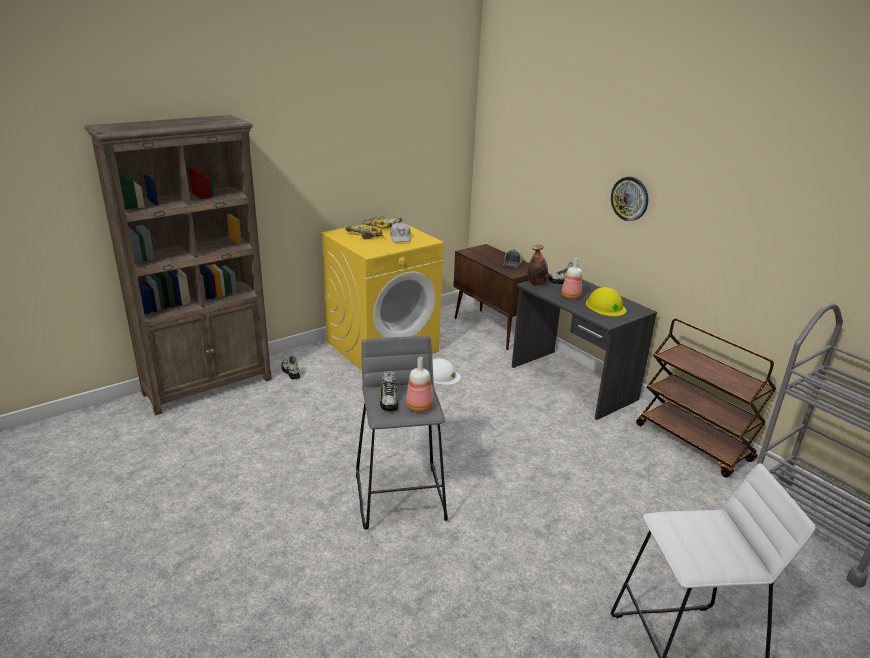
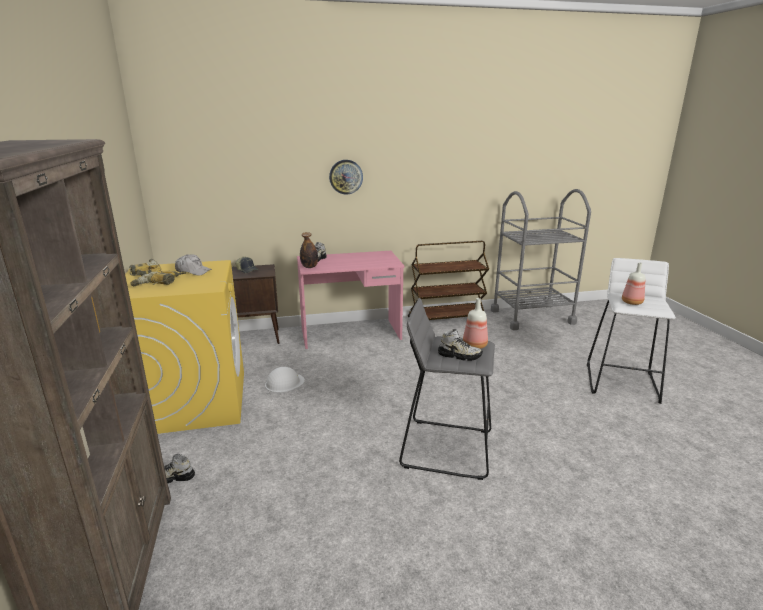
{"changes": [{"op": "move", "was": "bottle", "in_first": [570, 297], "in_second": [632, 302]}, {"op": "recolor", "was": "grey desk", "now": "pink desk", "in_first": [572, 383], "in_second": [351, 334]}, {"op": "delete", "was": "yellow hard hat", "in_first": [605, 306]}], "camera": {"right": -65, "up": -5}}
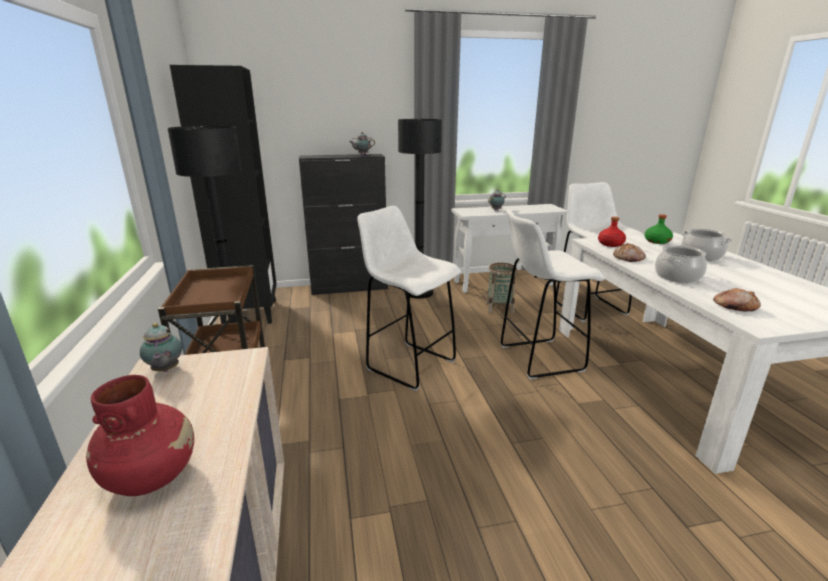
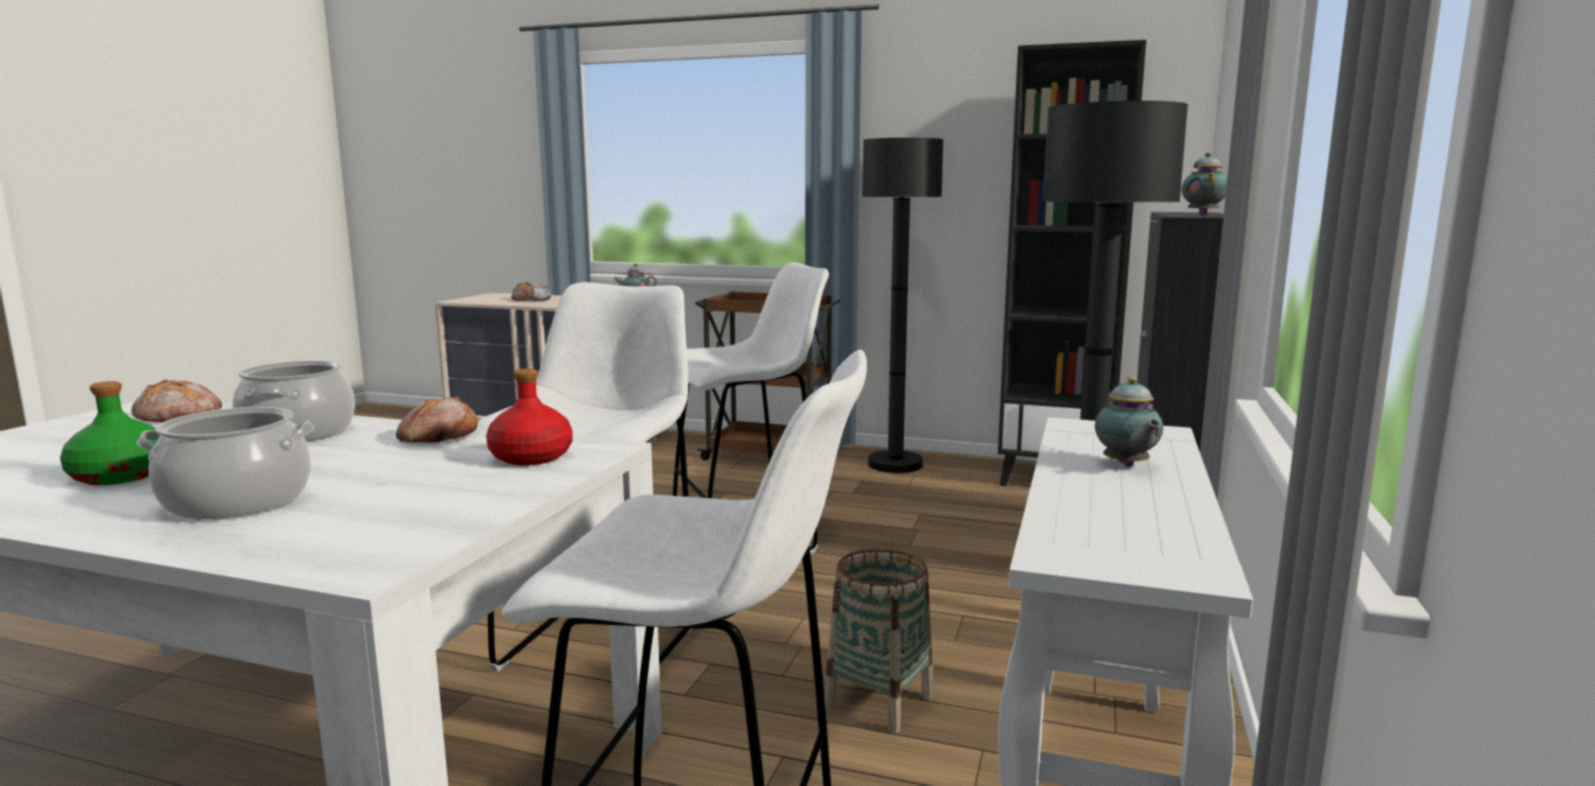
{"changes": [{"op": "move", "was": "green bottle", "in_first": [656, 241], "in_second": [122, 476]}, {"op": "replace", "was": "red vase", "now": "bread", "in_first": [152, 475], "in_second": [531, 299]}], "camera": {"right": 120, "up": -10}}
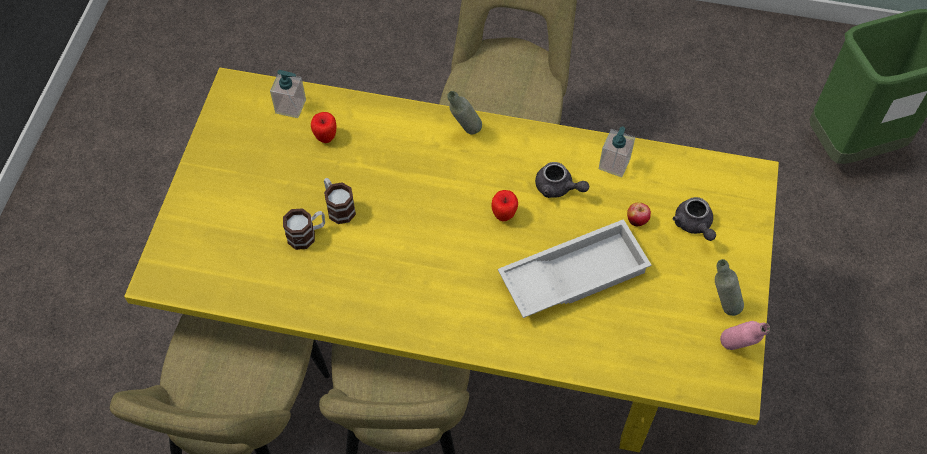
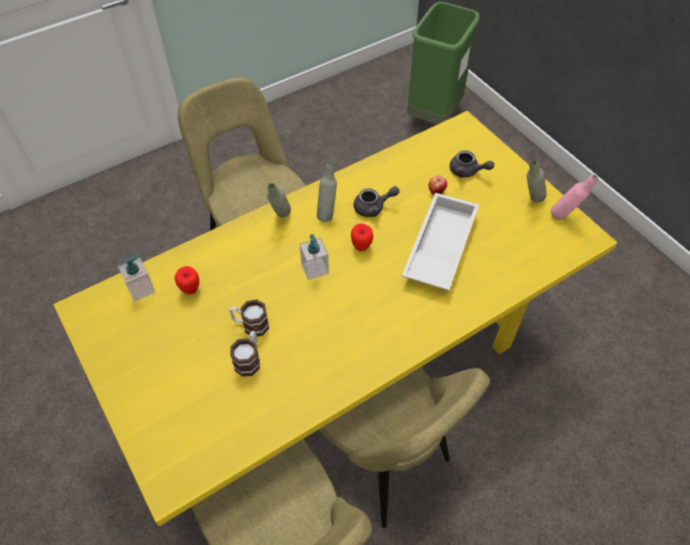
{"changes": [{"op": "move", "was": "soap dispenser", "in_first": [614, 164], "in_second": [315, 269]}, {"op": "insert", "now": "grey bottle", "in_second": [327, 213]}], "camera": {"right": -45, "up": -5}}
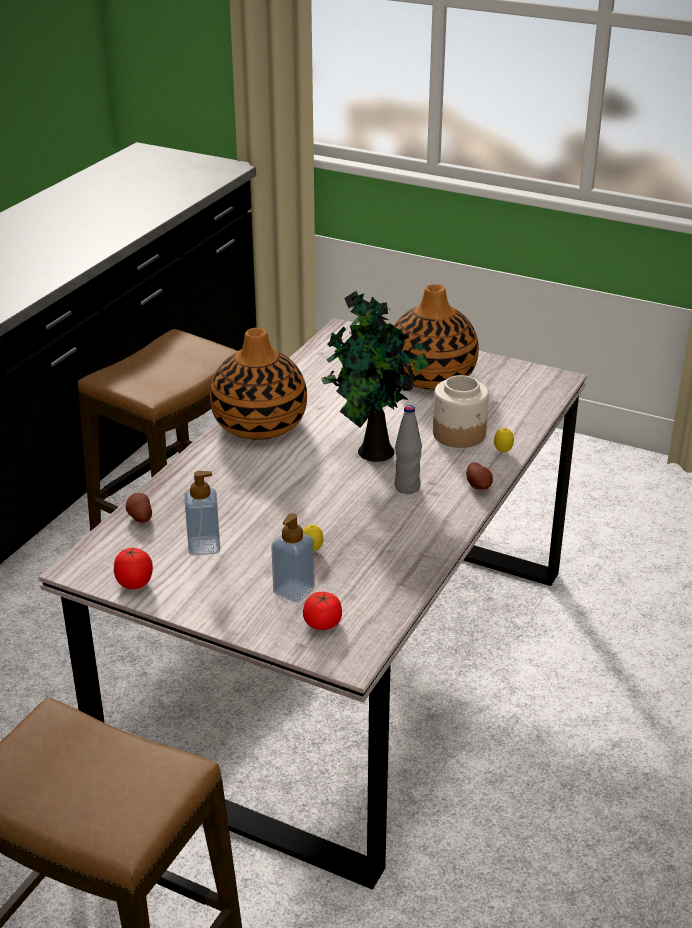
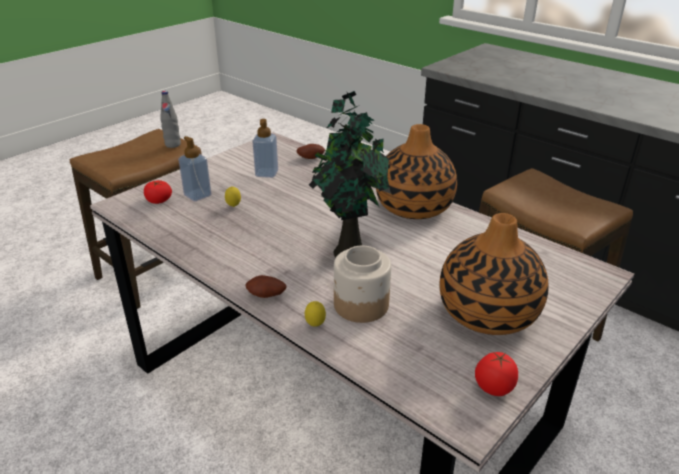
{"changes": [{"op": "move", "was": "grey bottle", "in_first": [407, 487], "in_second": [173, 145]}, {"op": "move", "was": "tomato", "in_first": [135, 585], "in_second": [493, 388]}], "camera": {"right": 105, "up": 0}}
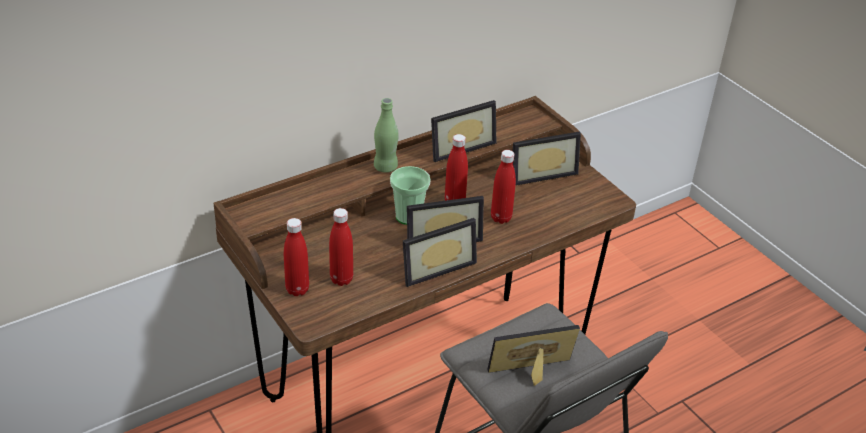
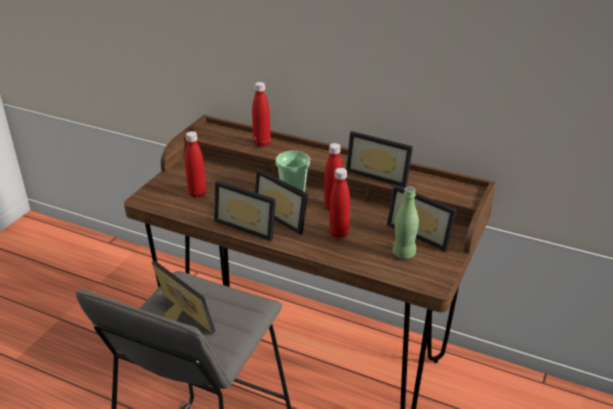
{"changes": [{"op": "move", "was": "green bottle", "in_first": [385, 167], "in_second": [403, 253]}, {"op": "move", "was": "red bottle", "in_first": [297, 289], "in_second": [262, 143]}], "camera": {"right": 60, "up": -5}}
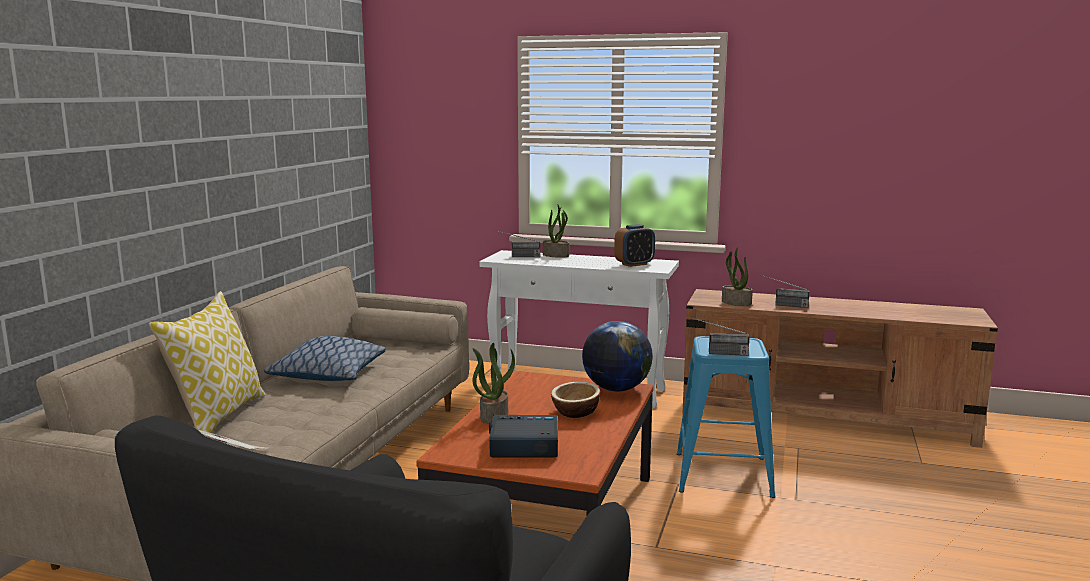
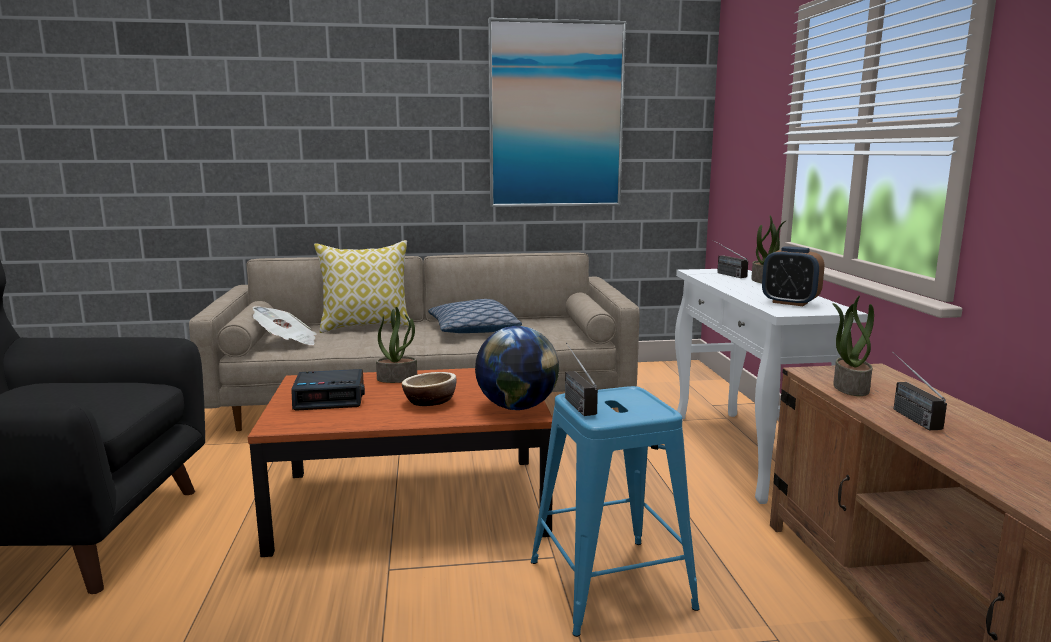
{"changes": [{"op": "rotate", "was": "alarm clock", "in_first": [523, 445], "in_second": [330, 398], "clockwise": 105}, {"op": "insert", "now": "picture", "in_second": [556, 115]}], "camera": {"right": 65, "up": 0}}
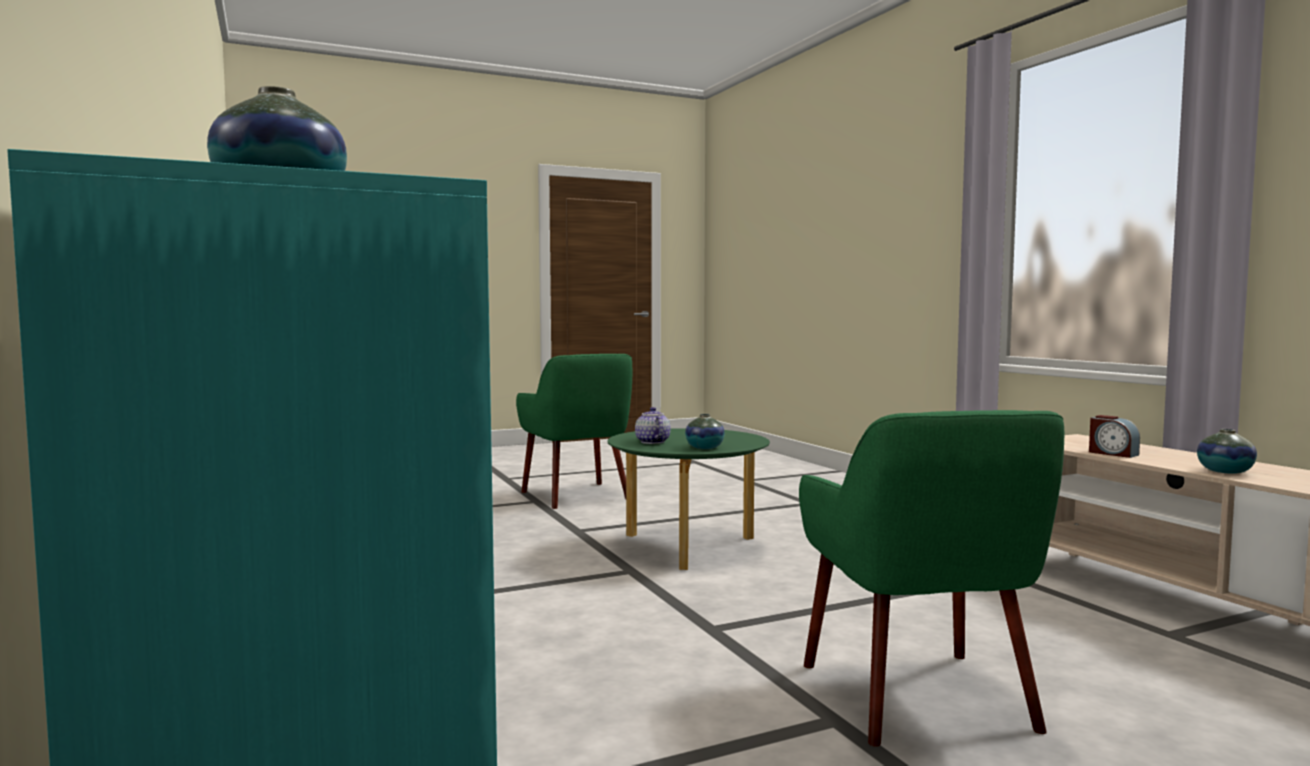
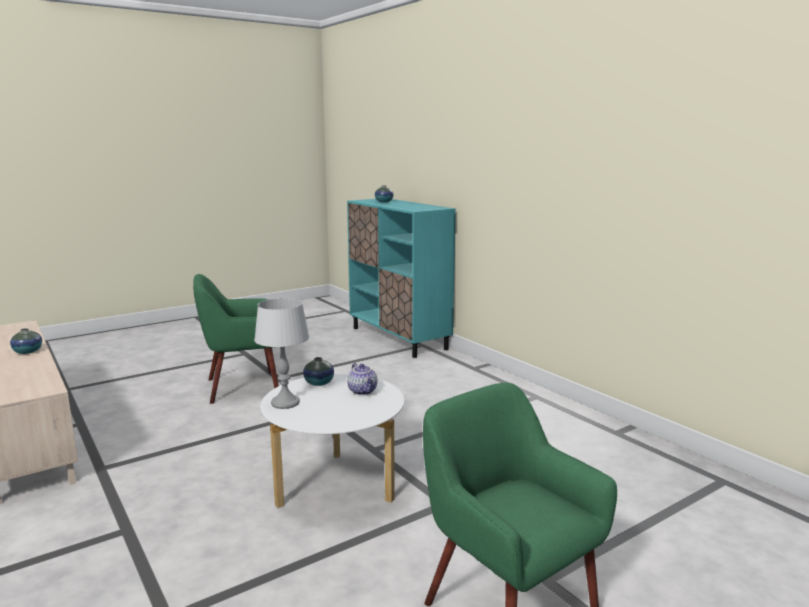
{"changes": [{"op": "rotate", "was": "green armchair", "in_first": [919, 697], "in_second": [242, 387], "clockwise": -90}, {"op": "delete", "was": "alarm clock", "in_first": [1112, 453]}, {"op": "recolor", "was": "green coffee table", "now": "white coffee table", "in_first": [687, 546], "in_second": [335, 485]}, {"op": "insert", "now": "grey table lamp", "in_second": [285, 403]}], "camera": {"right": 170, "up": 10}}
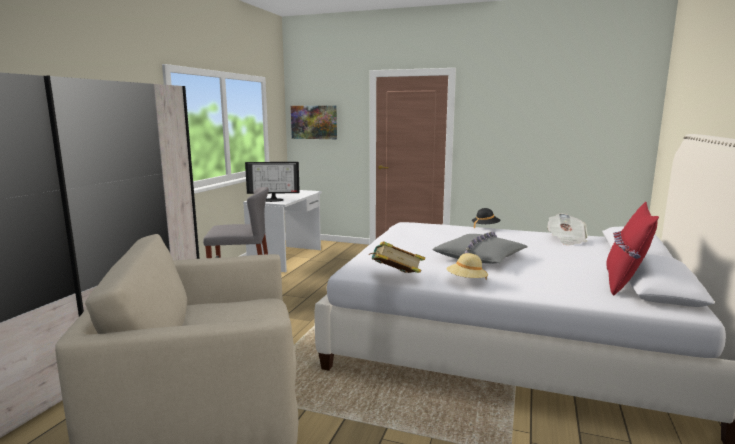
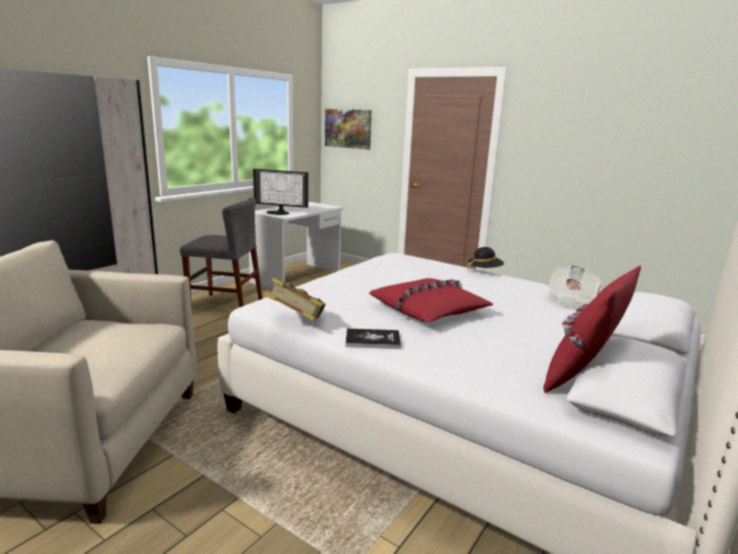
{"changes": [{"op": "recolor", "was": "grey pillow", "now": "red pillow", "in_first": [480, 257], "in_second": [429, 310]}, {"op": "replace", "was": "beige hat", "now": "book", "in_first": [466, 281], "in_second": [372, 340]}], "camera": {"right": 15, "up": 5}}
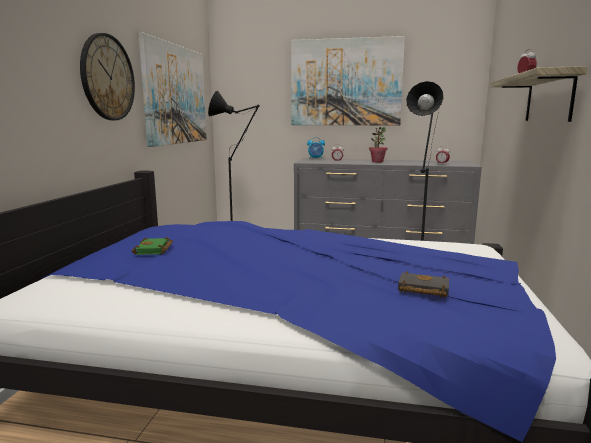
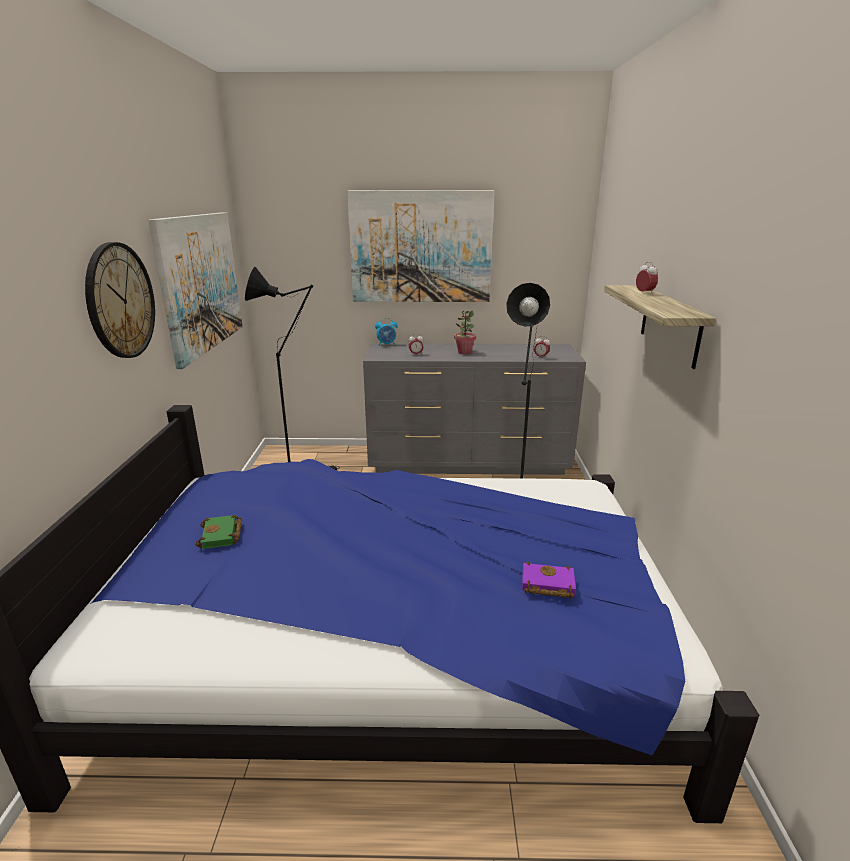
{"changes": [{"op": "recolor", "was": "black book", "now": "purple book", "in_first": [421, 289], "in_second": [546, 585]}], "camera": {"right": -10, "up": 10}}
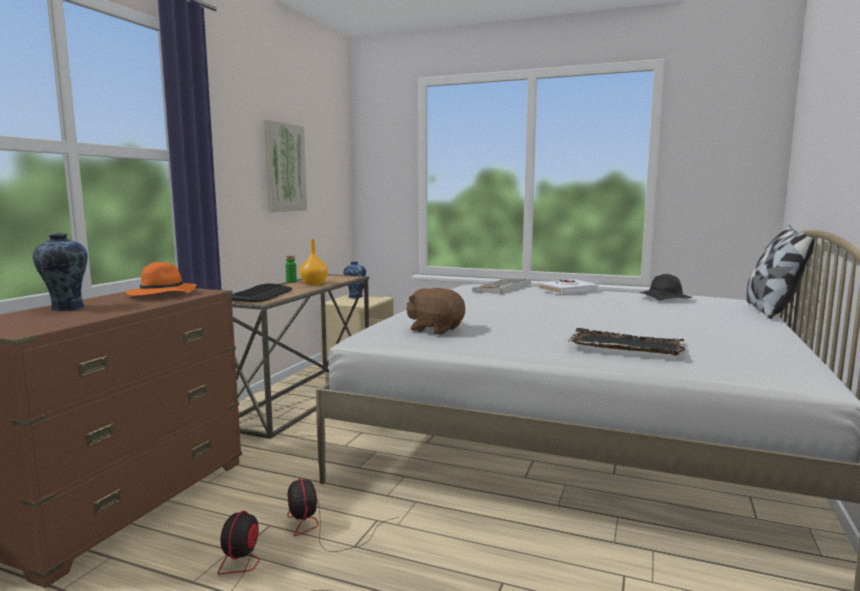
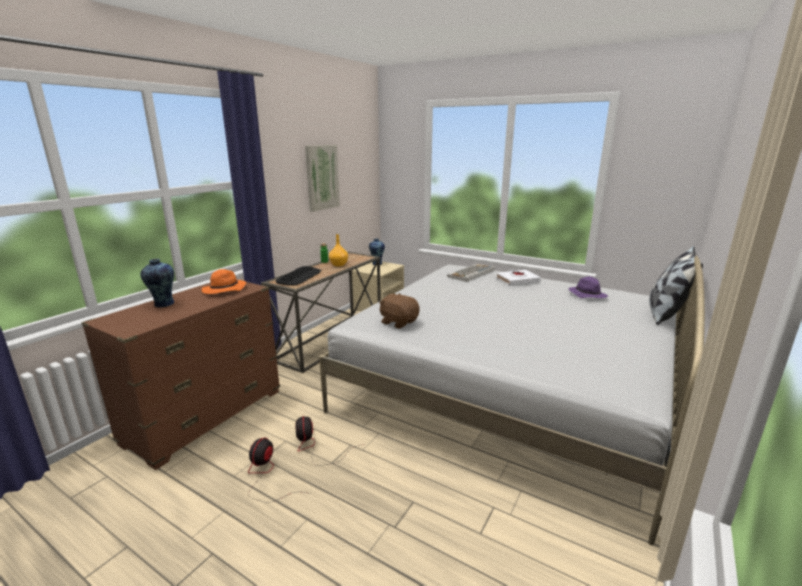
{"changes": [{"op": "recolor", "was": "black hat", "now": "purple hat", "in_first": [664, 299], "in_second": [586, 295]}, {"op": "delete", "was": "black tray", "in_first": [625, 345]}], "camera": {"right": 10, "up": 10}}
